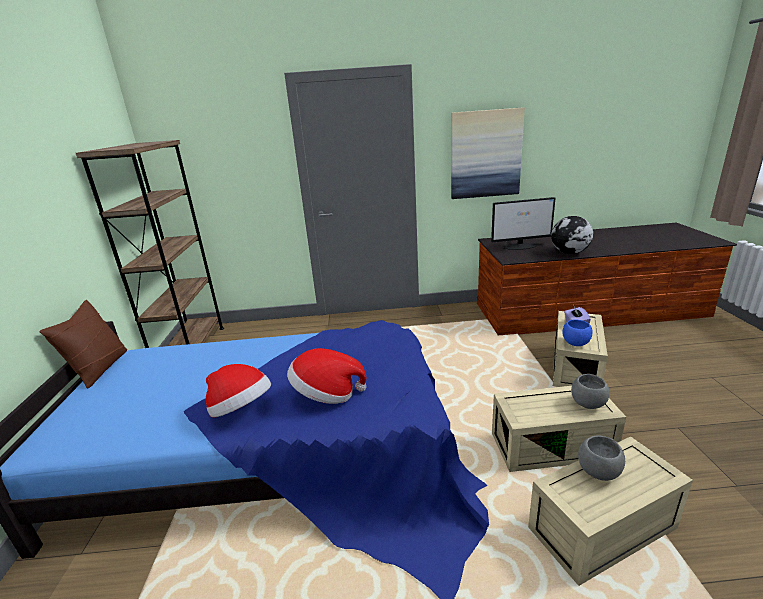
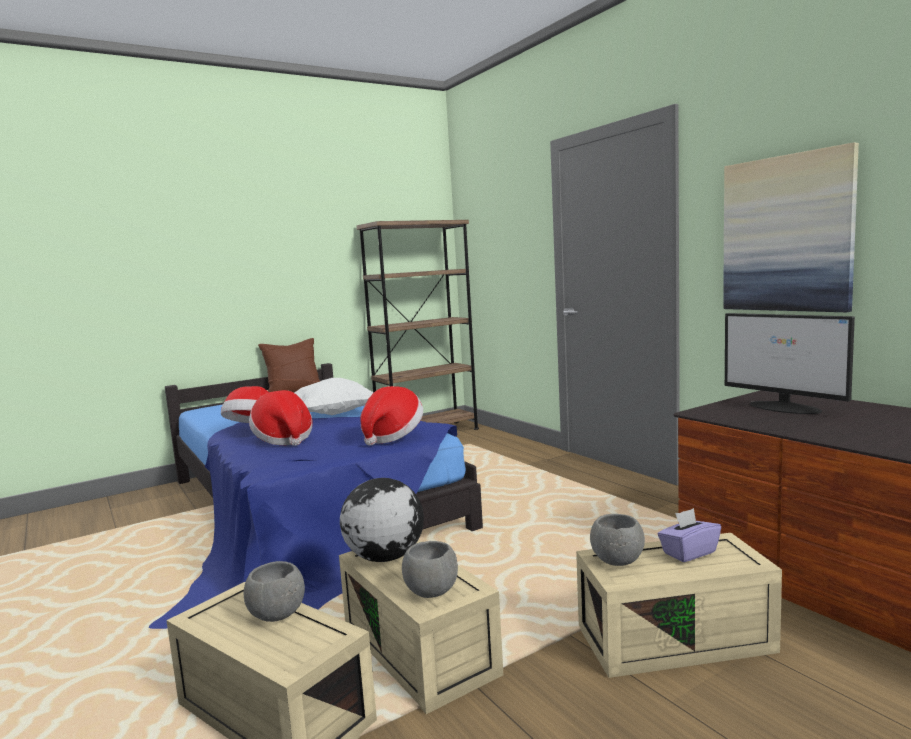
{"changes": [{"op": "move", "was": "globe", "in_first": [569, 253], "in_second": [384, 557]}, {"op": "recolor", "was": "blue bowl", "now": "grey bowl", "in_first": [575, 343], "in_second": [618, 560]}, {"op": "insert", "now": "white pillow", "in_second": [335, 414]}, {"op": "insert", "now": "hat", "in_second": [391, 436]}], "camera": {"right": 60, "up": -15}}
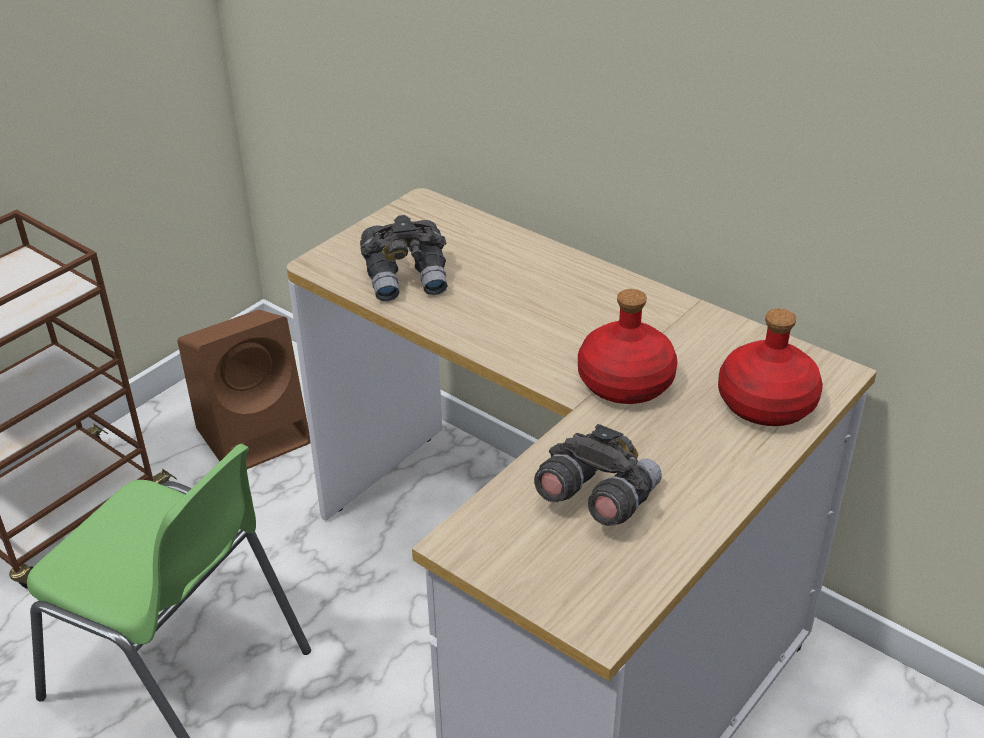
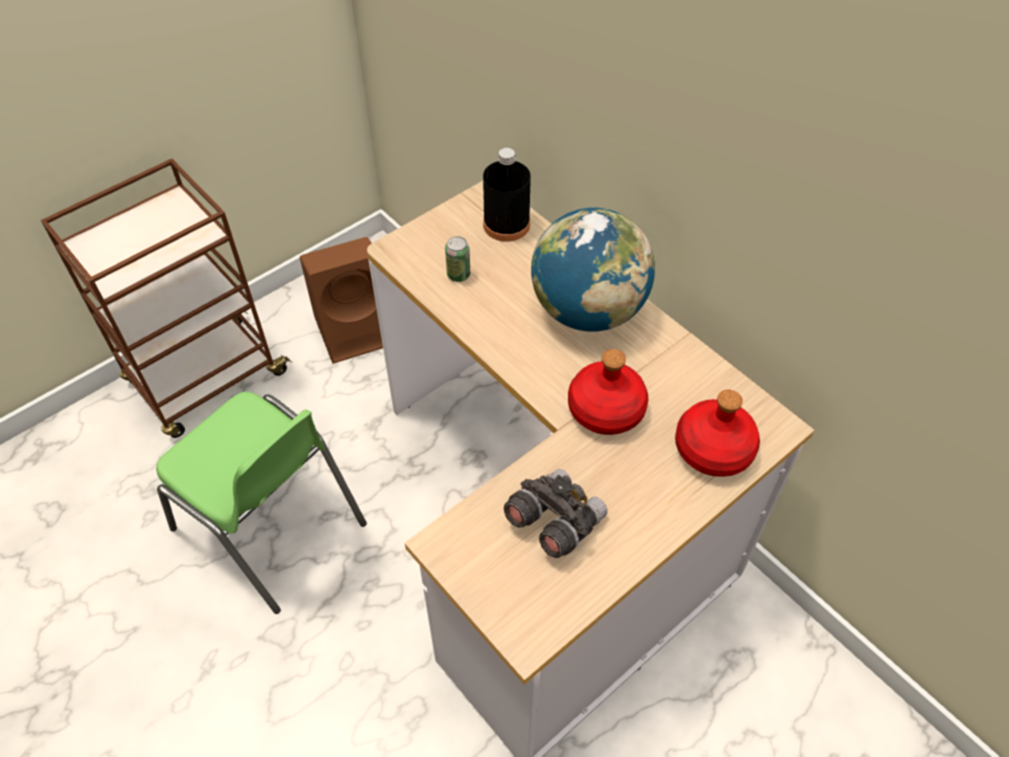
{"changes": [{"op": "replace", "was": "grey binoculars", "now": "can", "in_first": [407, 278], "in_second": [458, 275]}, {"op": "insert", "now": "black bottle", "in_second": [506, 224]}, {"op": "insert", "now": "globe", "in_second": [588, 310]}], "camera": {"right": 10, "up": 15}}
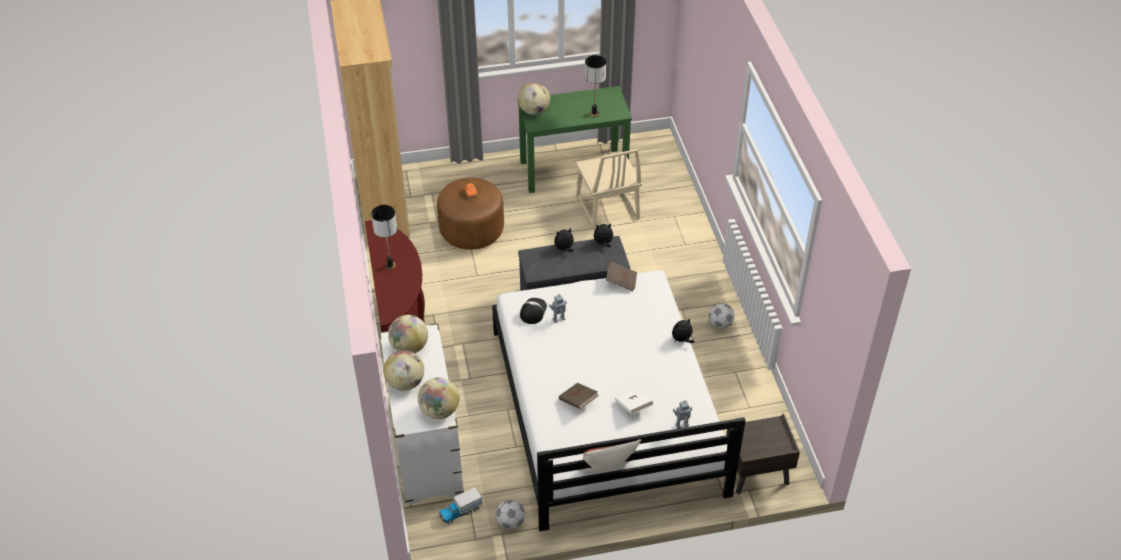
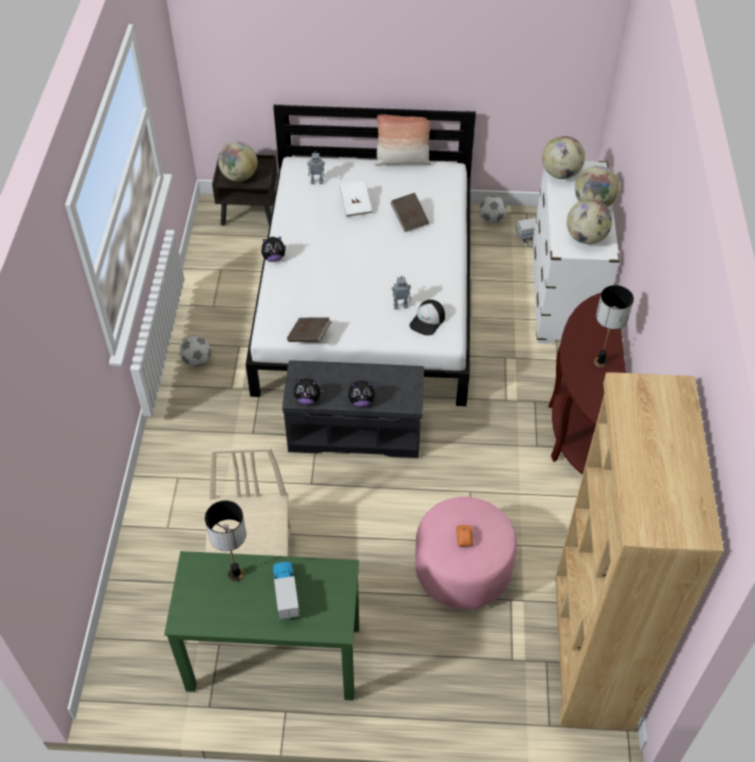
{"changes": [{"op": "move", "was": "globe", "in_first": [534, 111], "in_second": [239, 176]}, {"op": "recolor", "was": "brown ottoman", "now": "pink ottoman", "in_first": [471, 230], "in_second": [462, 570]}, {"op": "insert", "now": "toy truck", "in_second": [286, 595]}], "camera": {"right": -165, "up": 5}}
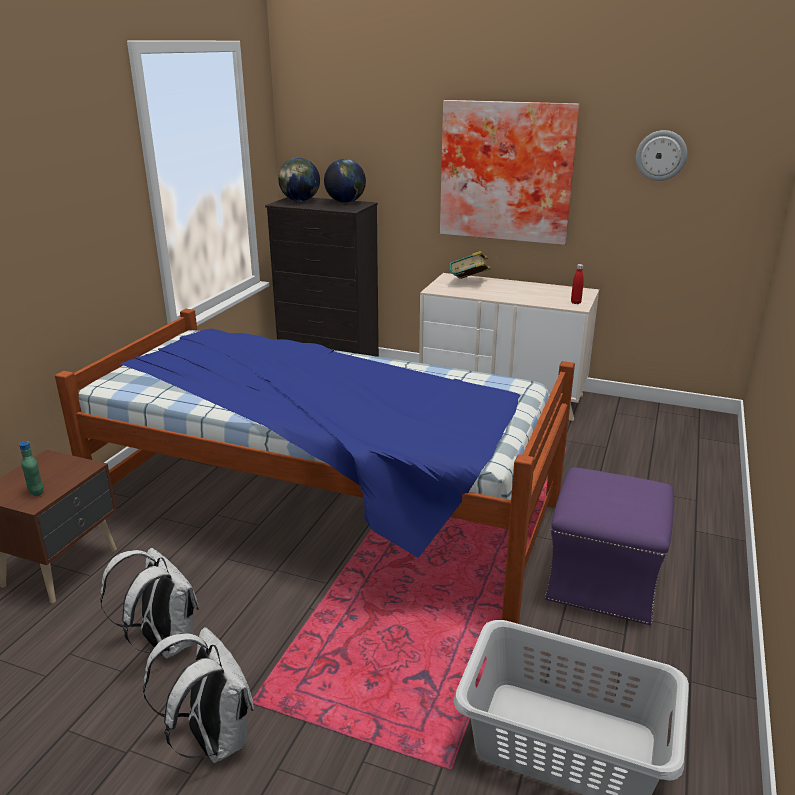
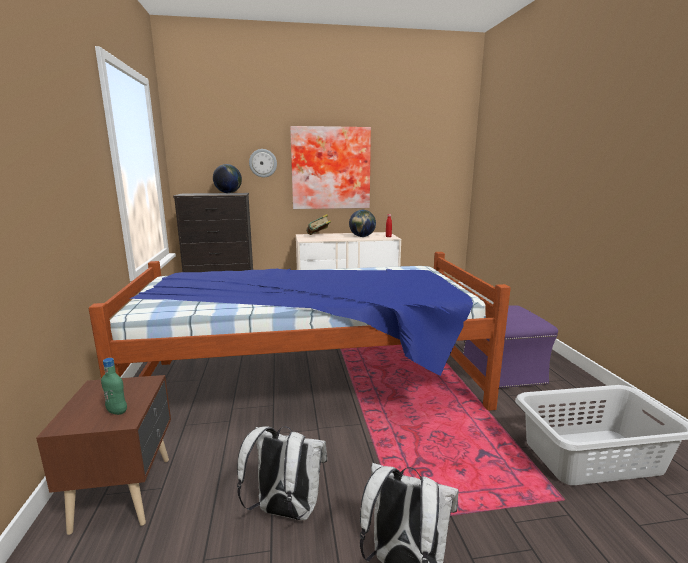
{"changes": [{"op": "move", "was": "wall clock", "in_first": [661, 155], "in_second": [263, 163]}, {"op": "move", "was": "globe", "in_first": [300, 201], "in_second": [362, 237]}], "camera": {"right": -30, "up": -10}}
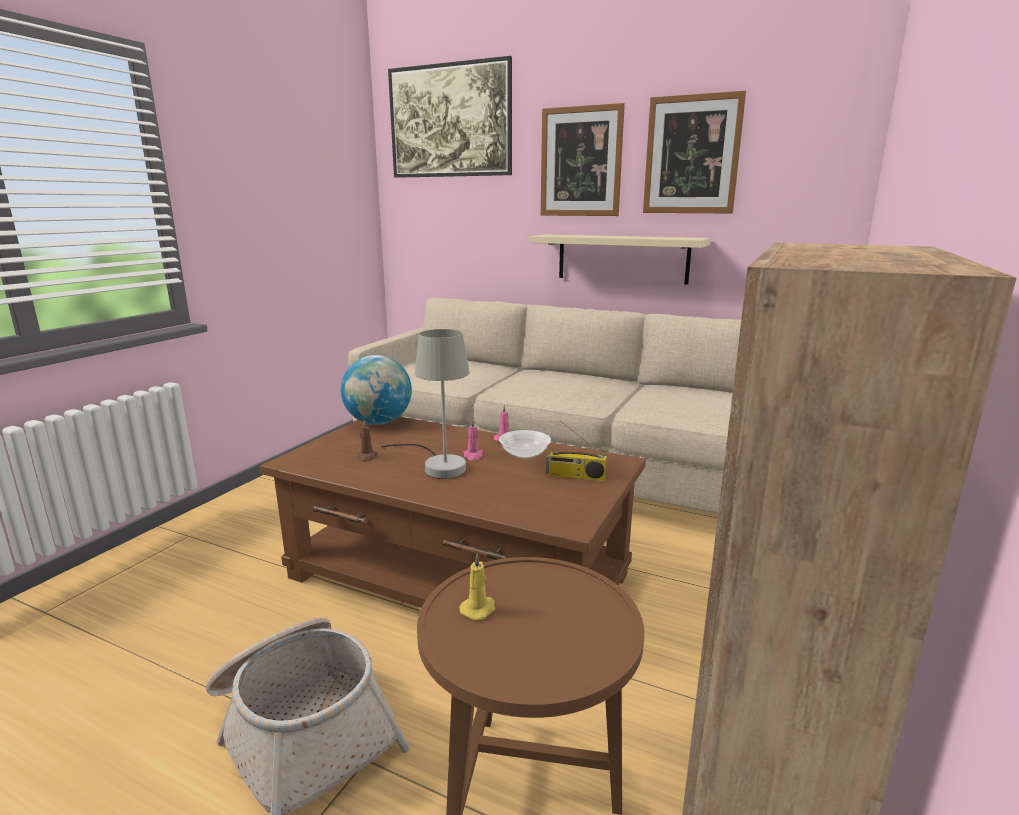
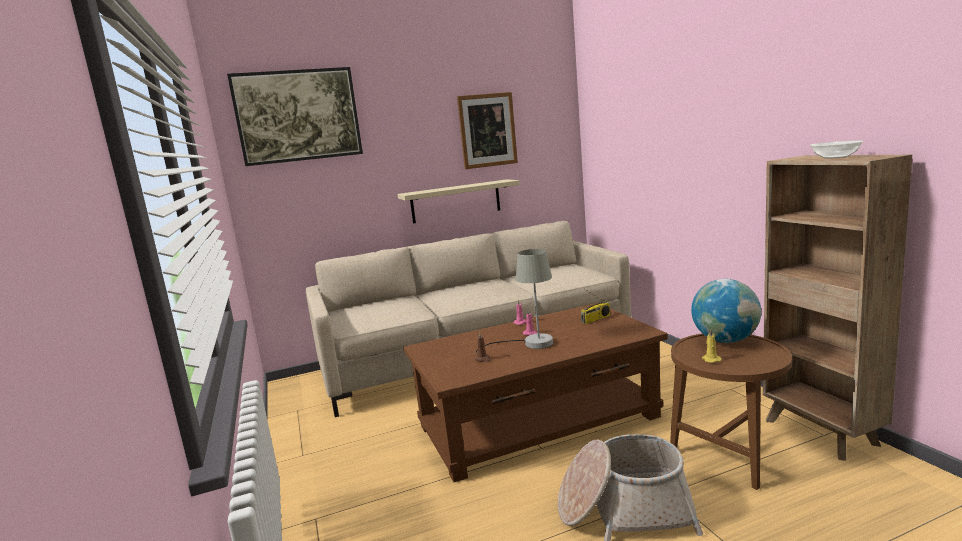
{"changes": [{"op": "delete", "was": "picture", "in_first": [581, 162]}, {"op": "move", "was": "globe", "in_first": [378, 422], "in_second": [725, 340]}, {"op": "move", "was": "bowl", "in_first": [525, 454], "in_second": [835, 157]}], "camera": {"right": -45, "up": -5}}
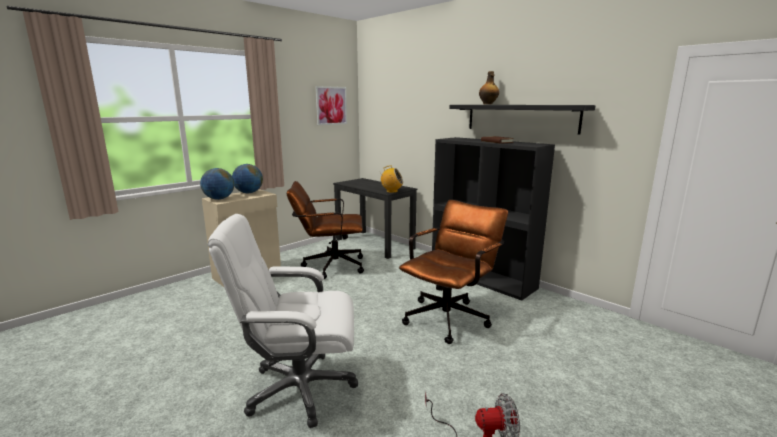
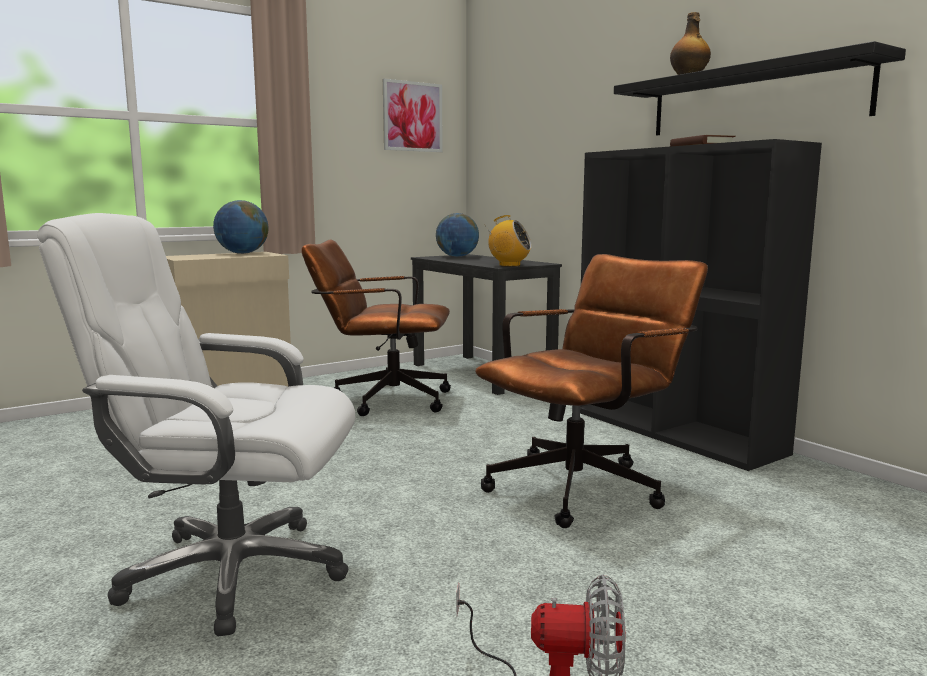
{"changes": [{"op": "move", "was": "globe", "in_first": [219, 199], "in_second": [457, 256]}], "camera": {"right": 10, "up": -5}}
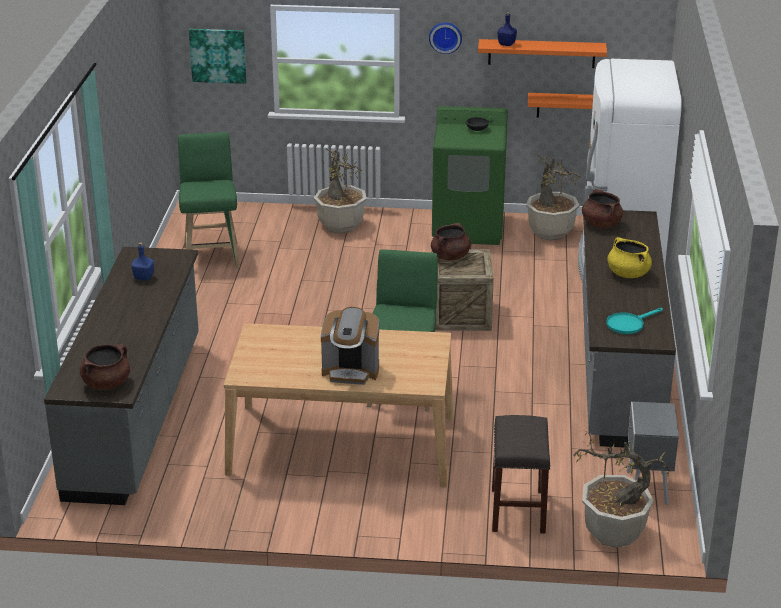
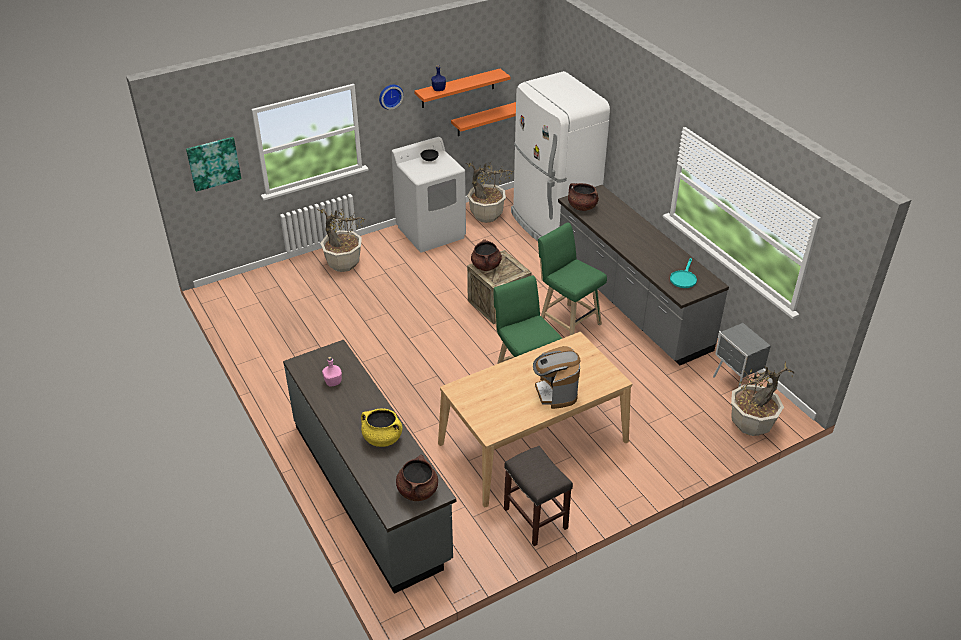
{"changes": [{"op": "recolor", "was": "green washing machine", "now": "white washing machine", "in_first": [468, 228], "in_second": [431, 232]}, {"op": "move", "was": "green stool", "in_first": [211, 254], "in_second": [567, 322]}, {"op": "move", "was": "yellow cooking pot", "in_first": [628, 273], "in_second": [382, 438]}, {"op": "recolor", "was": "blue bottle", "now": "pink bottle", "in_first": [144, 277], "in_second": [333, 382]}, {"op": "rotate", "was": "coffee machine", "in_first": [351, 371], "in_second": [555, 392], "clockwise": 105}, {"op": "move", "was": "grey stool", "in_first": [517, 510], "in_second": [534, 518]}], "camera": {"right": -35, "up": 10}}
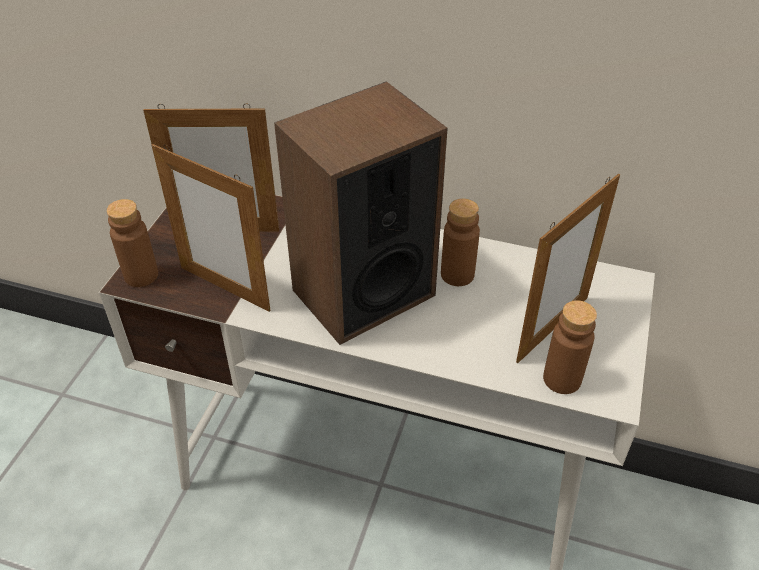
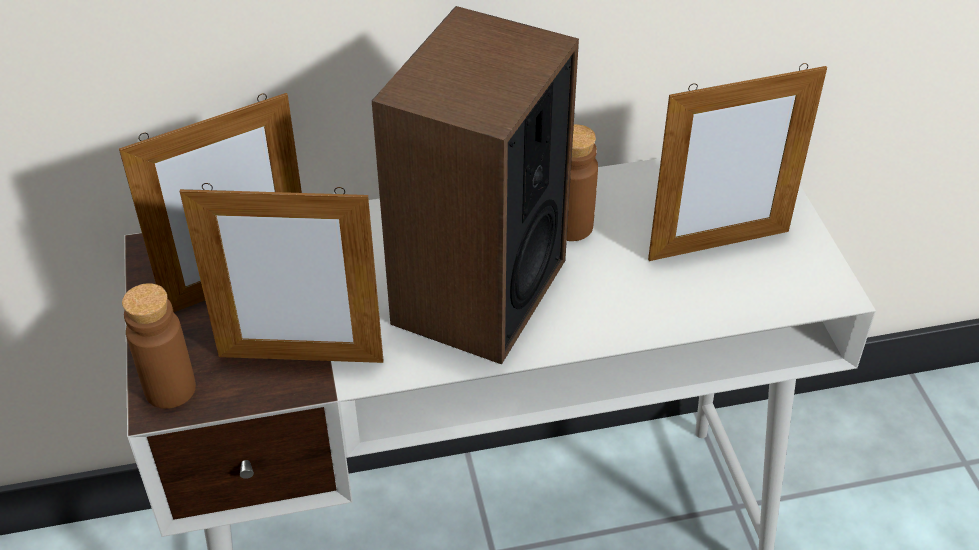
{"changes": [{"op": "rotate", "was": "picture frame", "in_first": [552, 328], "in_second": [719, 245], "clockwise": 60}, {"op": "delete", "was": "brown bottle", "in_first": [562, 379]}], "camera": {"right": -30, "up": 0}}
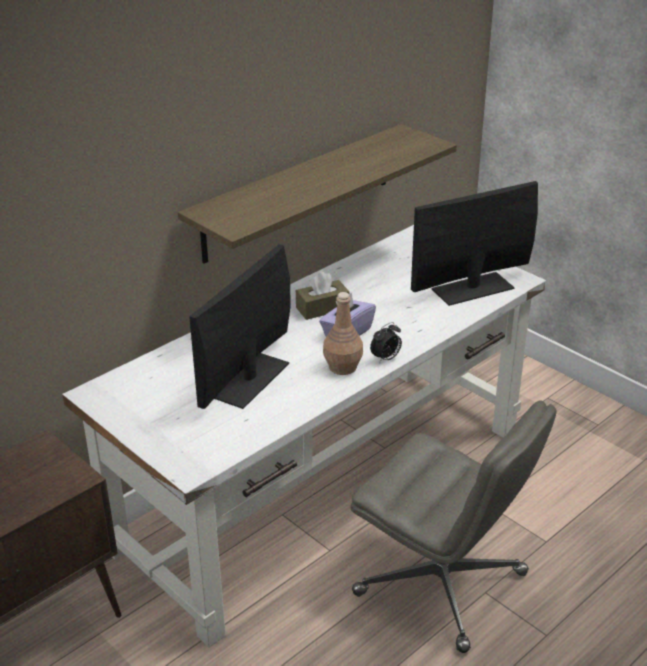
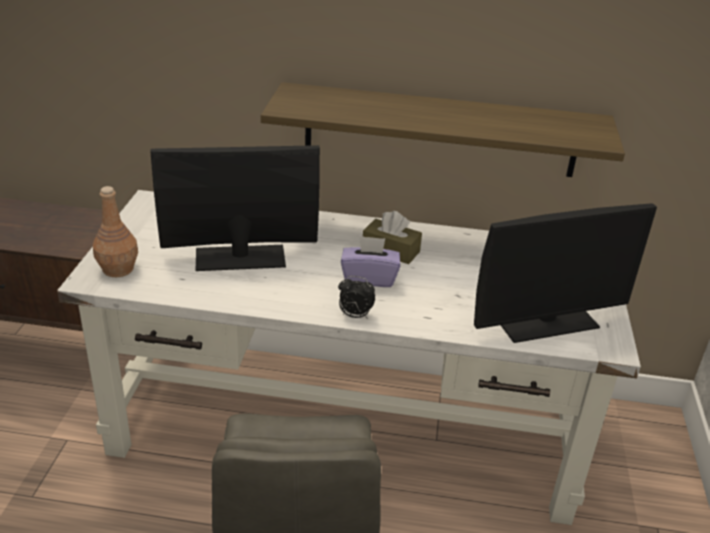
{"changes": [{"op": "rotate", "was": "monitor", "in_first": [472, 289], "in_second": [546, 322], "clockwise": 135}, {"op": "move", "was": "brown bottle", "in_first": [343, 367], "in_second": [117, 269]}], "camera": {"right": 50, "up": 0}}
